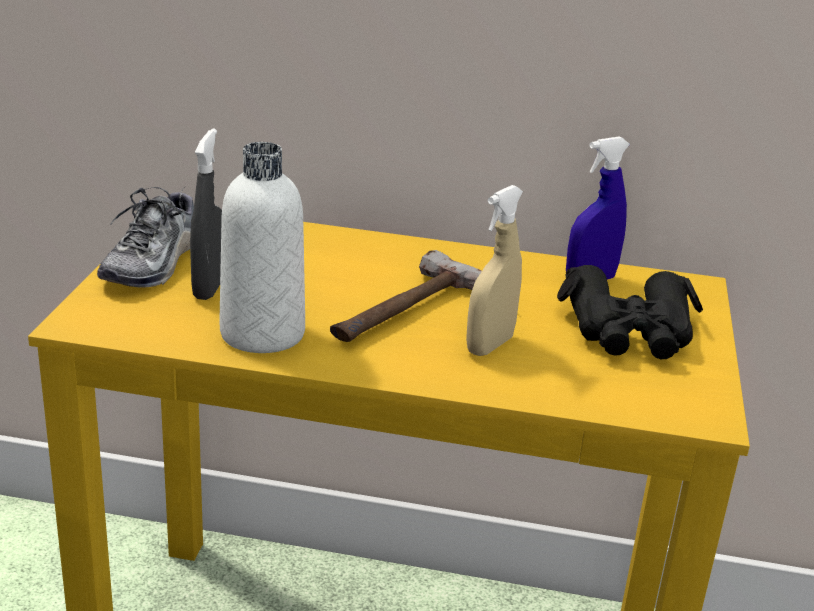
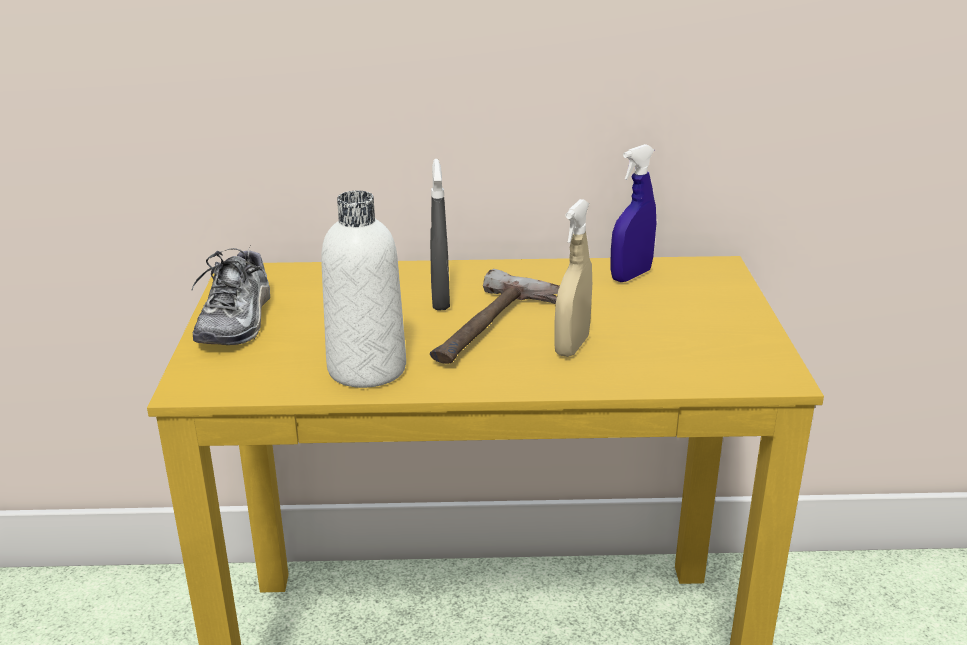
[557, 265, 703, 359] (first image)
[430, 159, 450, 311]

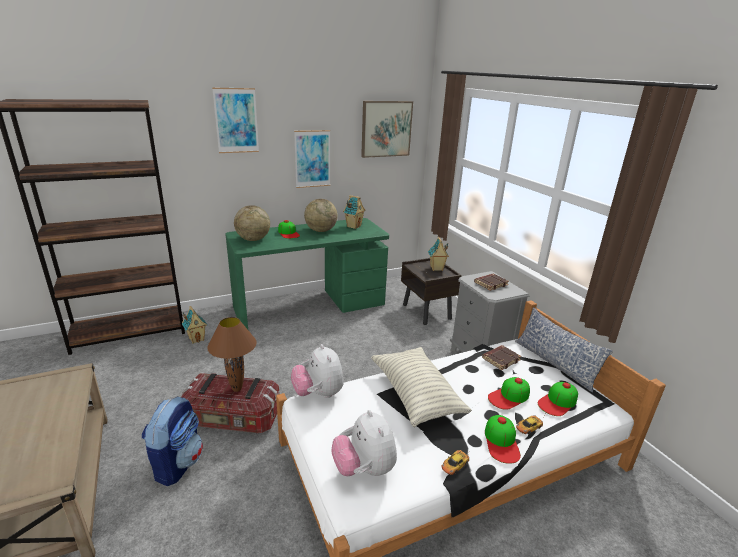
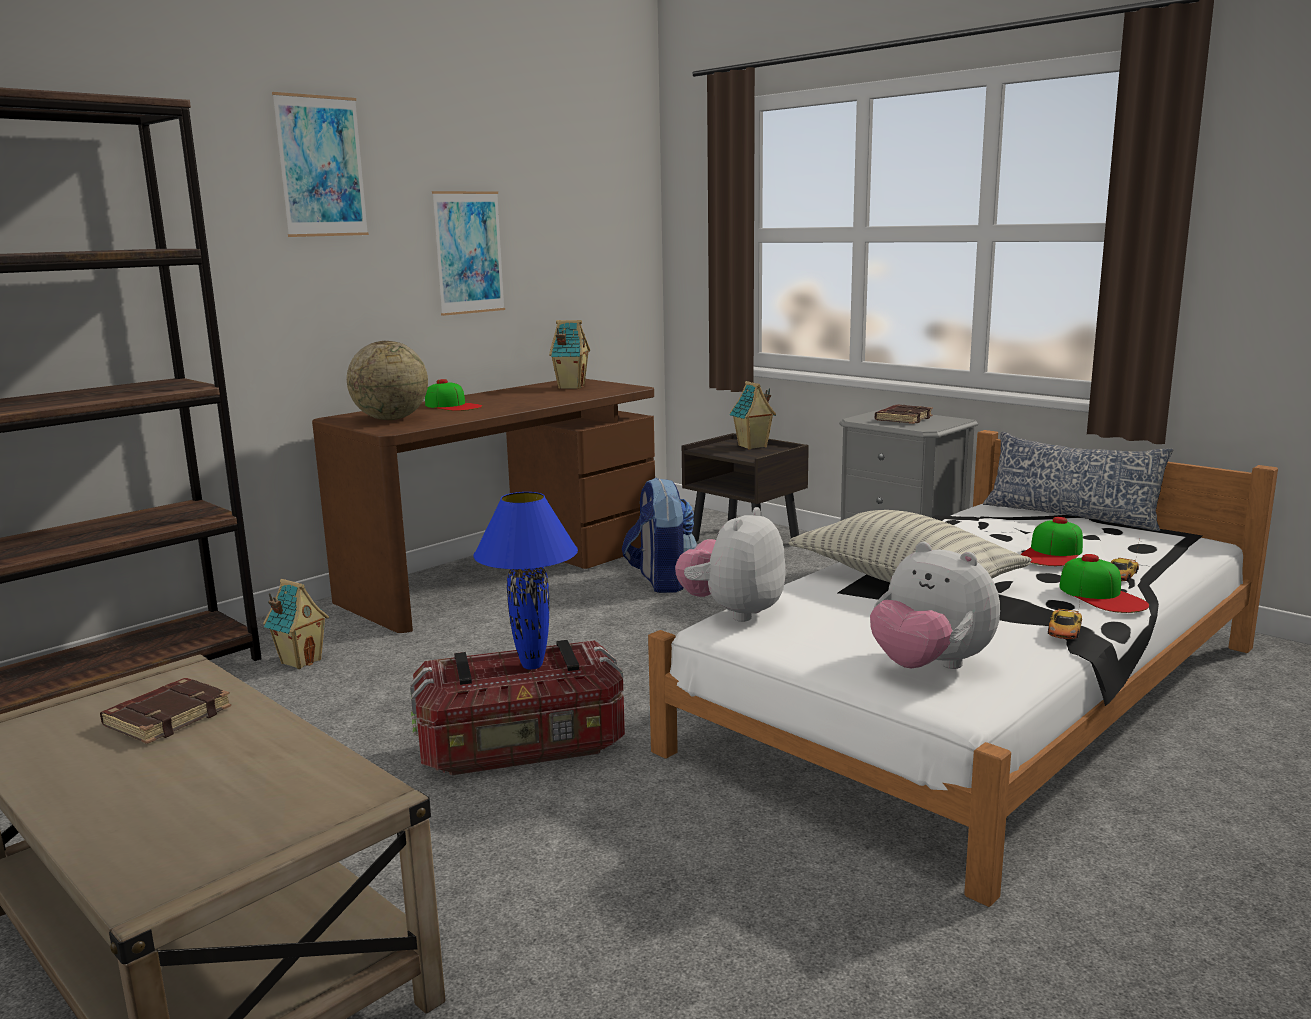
[304, 199, 337, 232] (first image)
[361, 101, 413, 158] (first image)
[538, 382, 578, 416] (first image)
[622, 477, 697, 593]
[100, 678, 231, 744]
[473, 492, 578, 669]
[312, 379, 655, 633]
[675, 507, 786, 622]

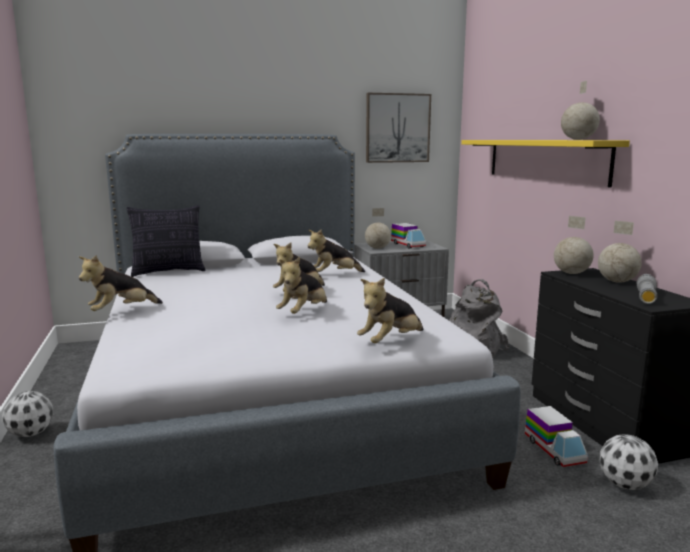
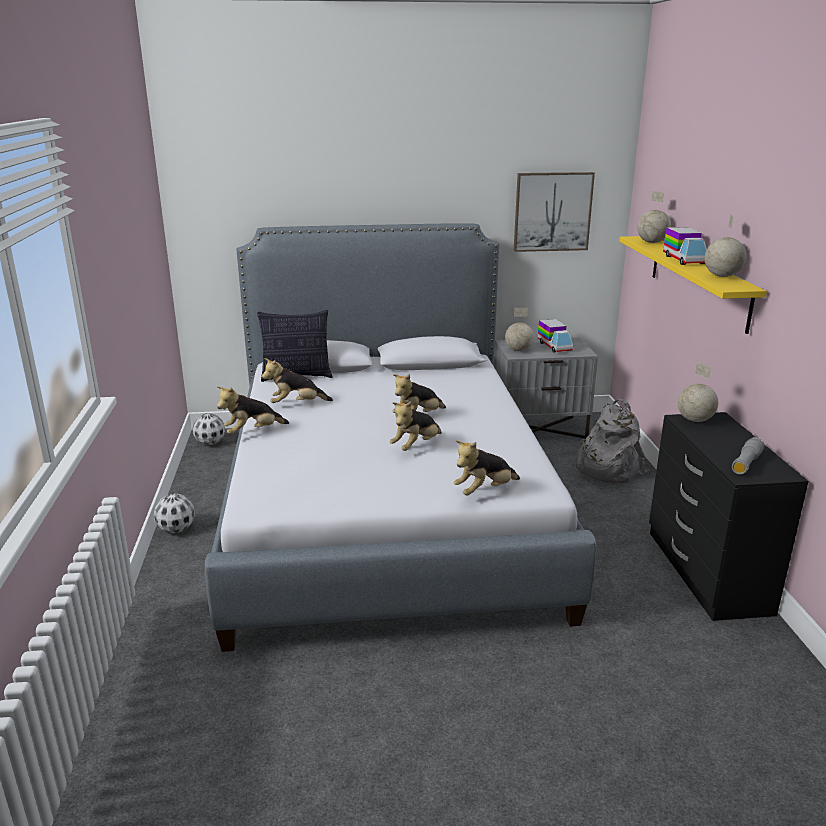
[262, 358, 333, 403]
[663, 227, 707, 265]
[637, 191, 671, 243]
[192, 413, 225, 445]

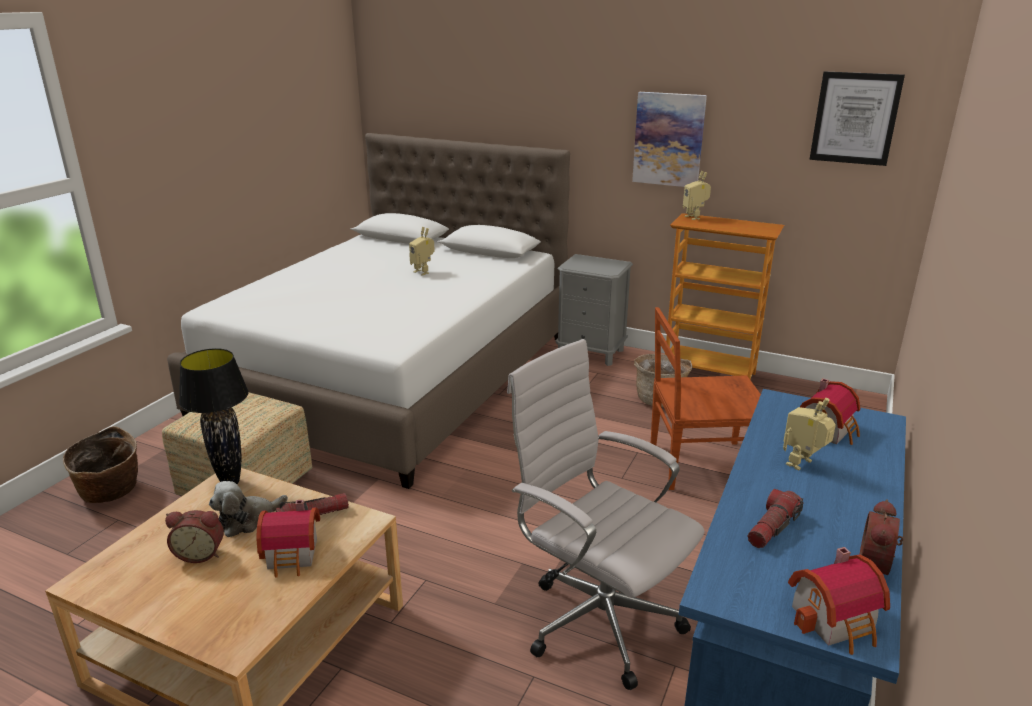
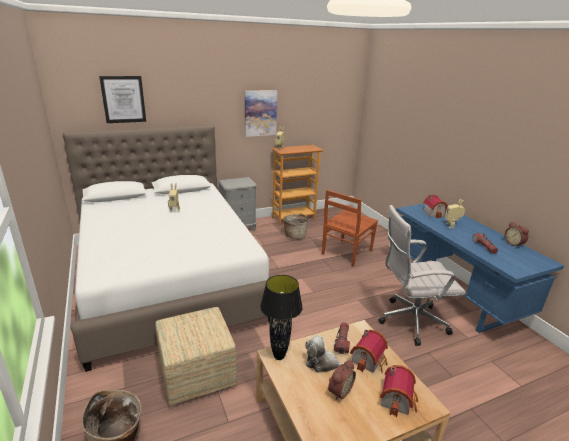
[380, 365, 418, 417]
[99, 76, 146, 123]
[305, 335, 344, 373]

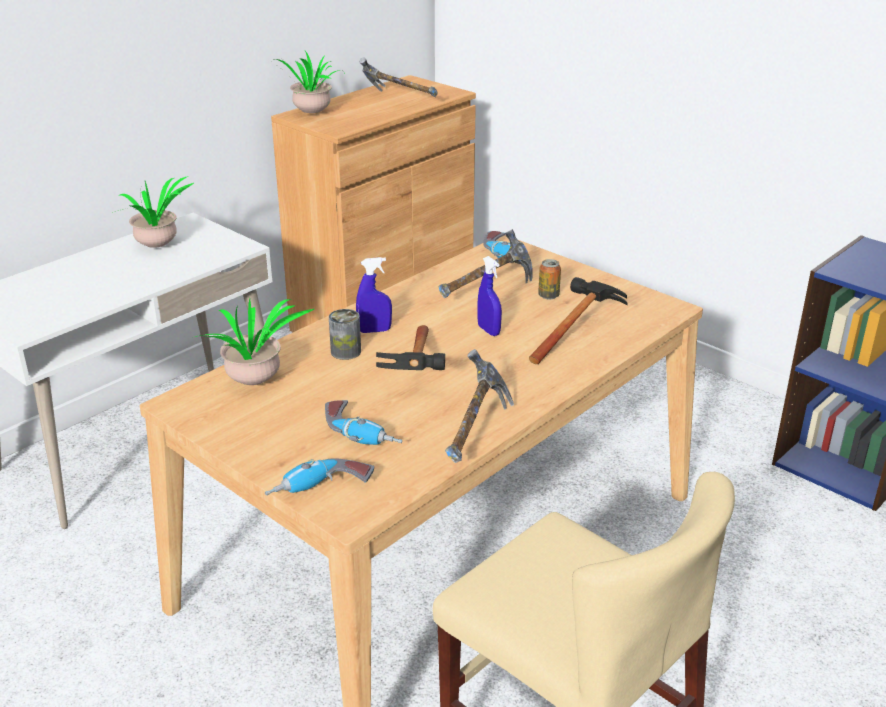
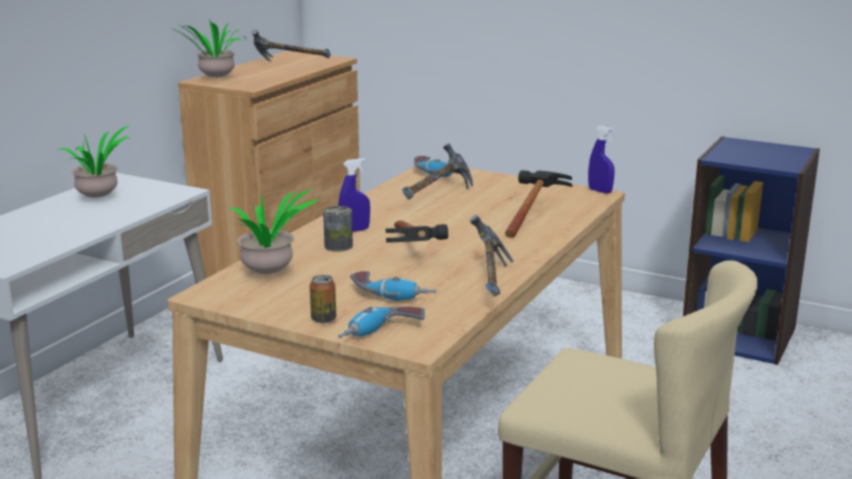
[588, 126, 615, 193]
[310, 275, 336, 323]

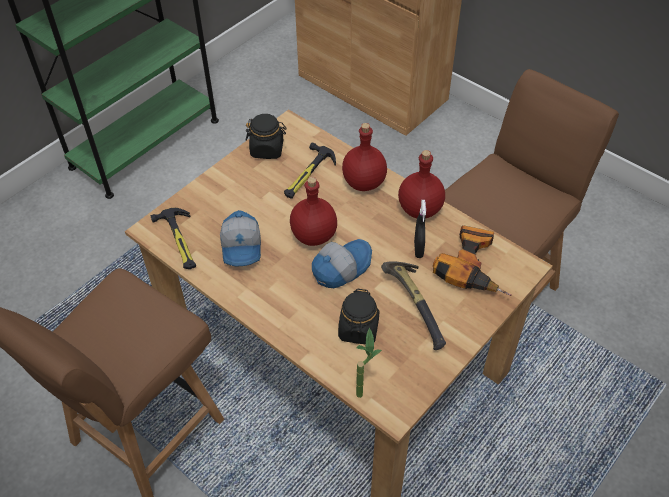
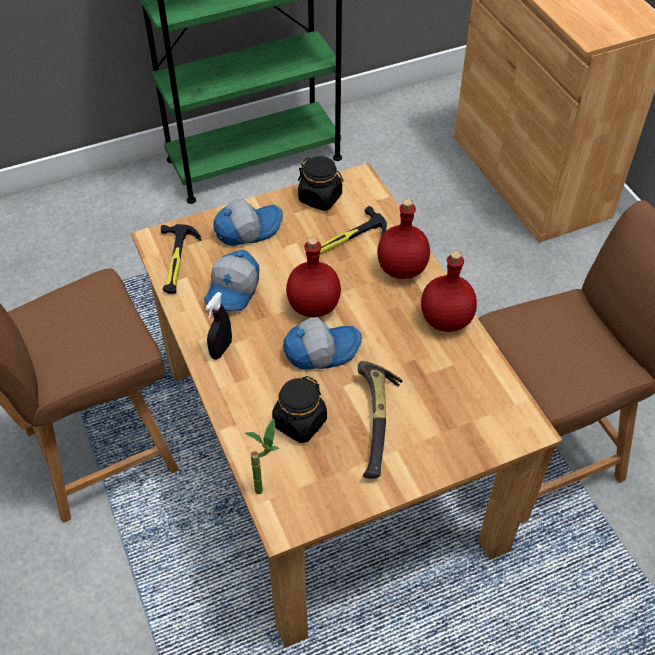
[433, 225, 512, 296] (first image)
[213, 199, 283, 246]
[205, 292, 232, 360]

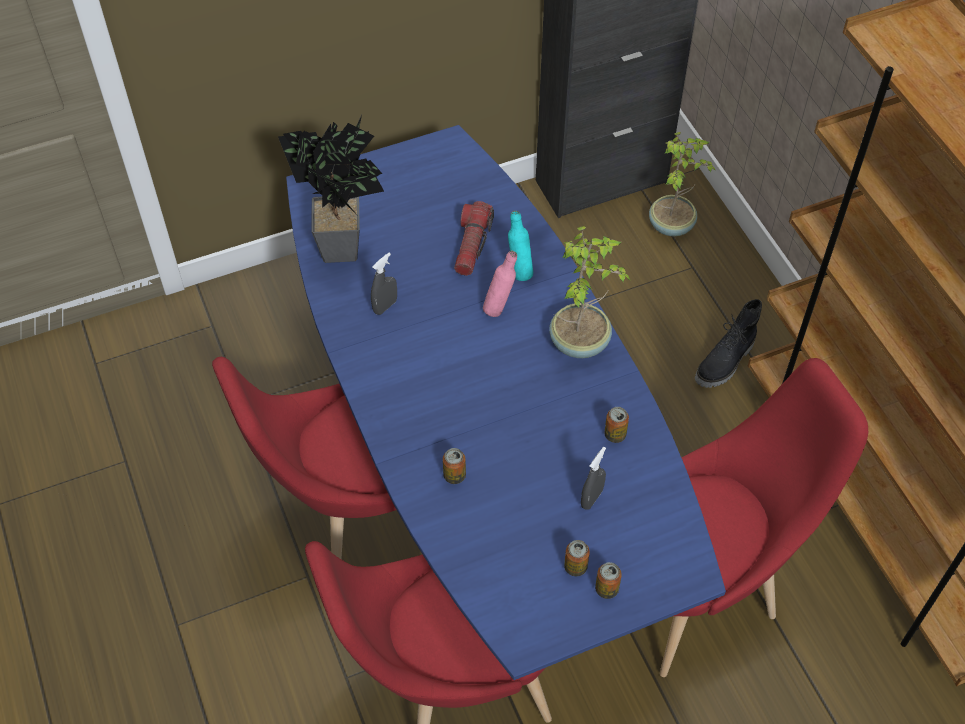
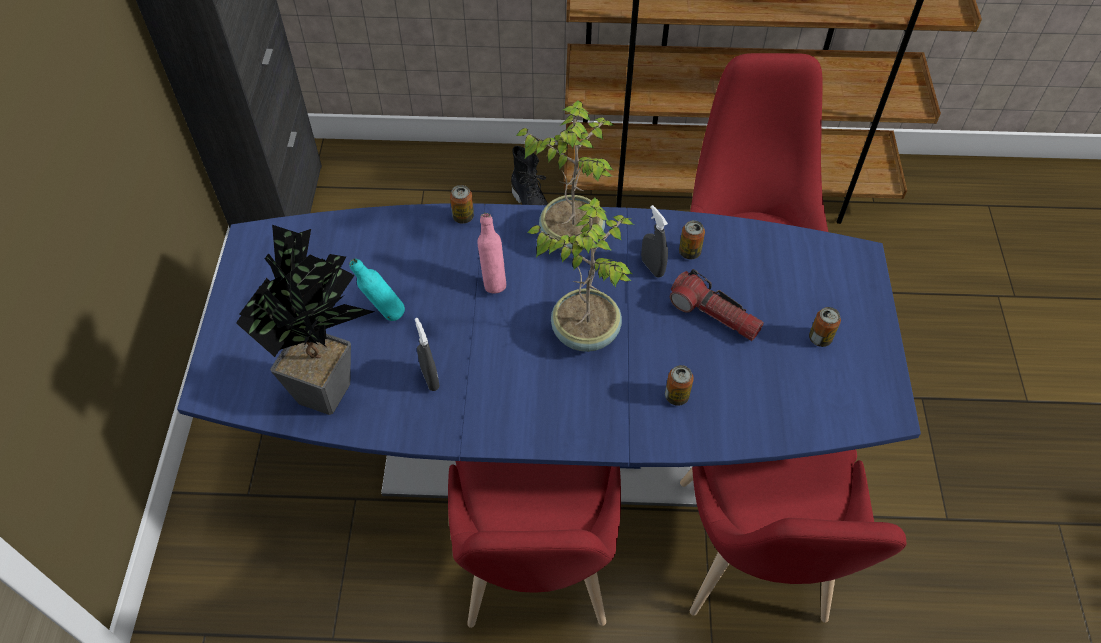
[670, 269, 764, 341]
[349, 258, 405, 321]
[641, 205, 668, 277]
[450, 185, 474, 224]
[527, 197, 634, 352]

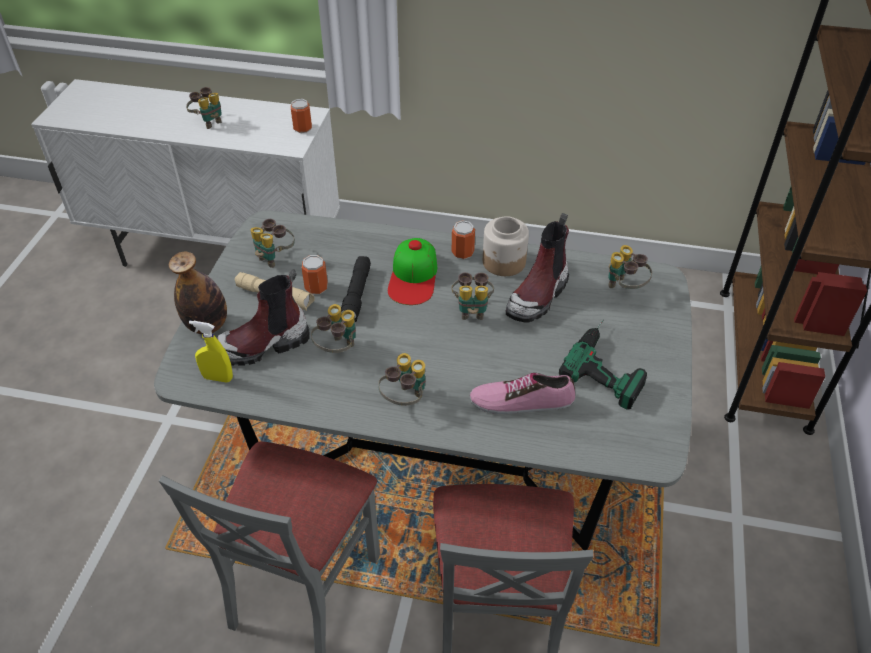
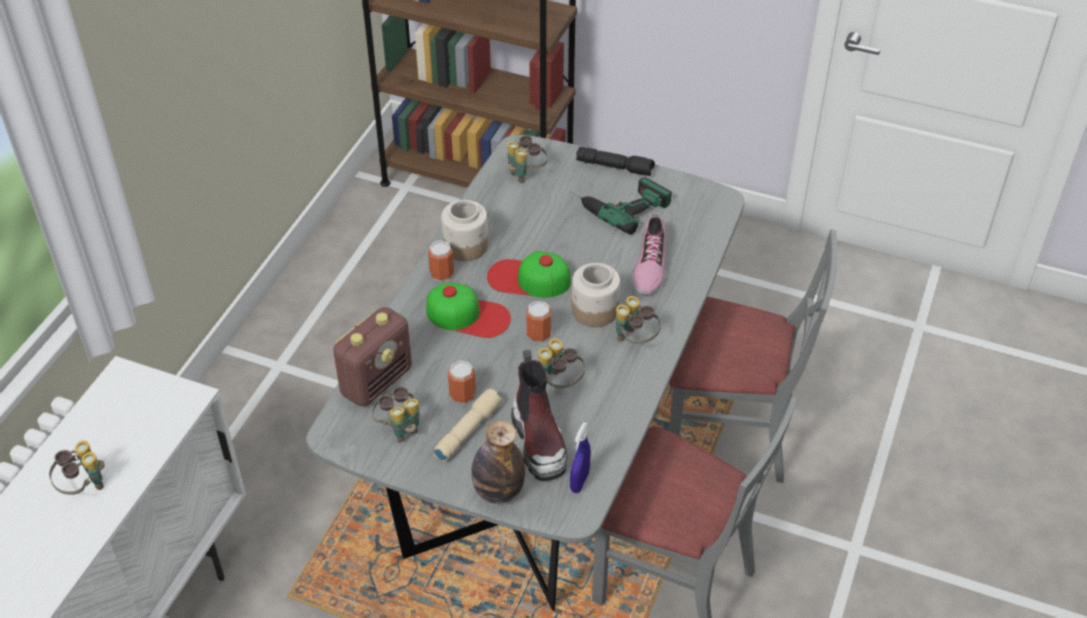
[505, 213, 569, 323] (first image)
[333, 307, 412, 407]
[572, 263, 620, 327]
[527, 301, 551, 342]
[576, 147, 655, 176]
[487, 251, 571, 298]
[570, 422, 591, 493]

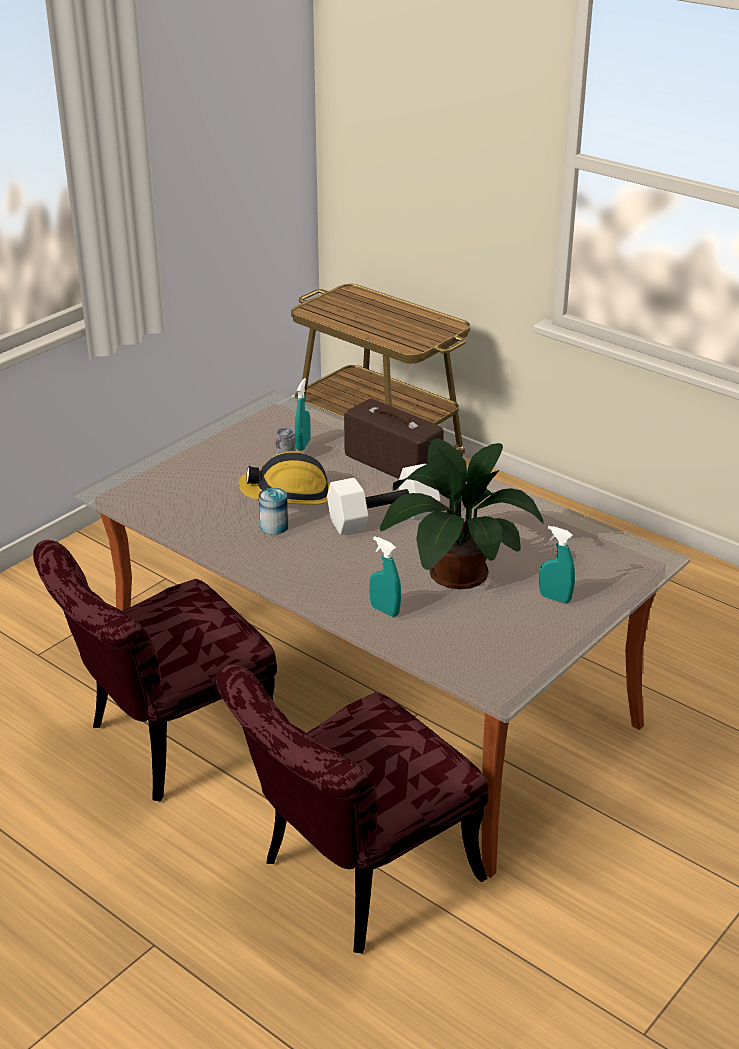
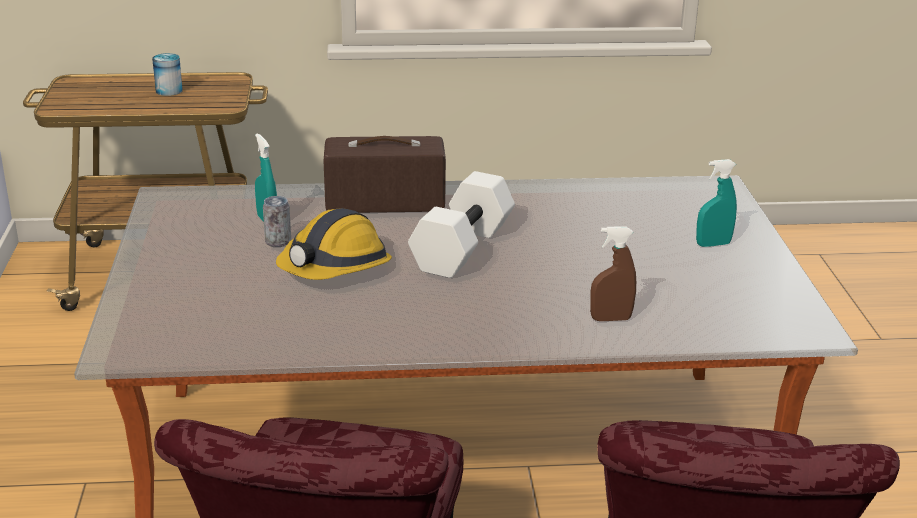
[380, 438, 543, 589] (first image)
[152, 53, 183, 96]
[590, 226, 636, 321]

